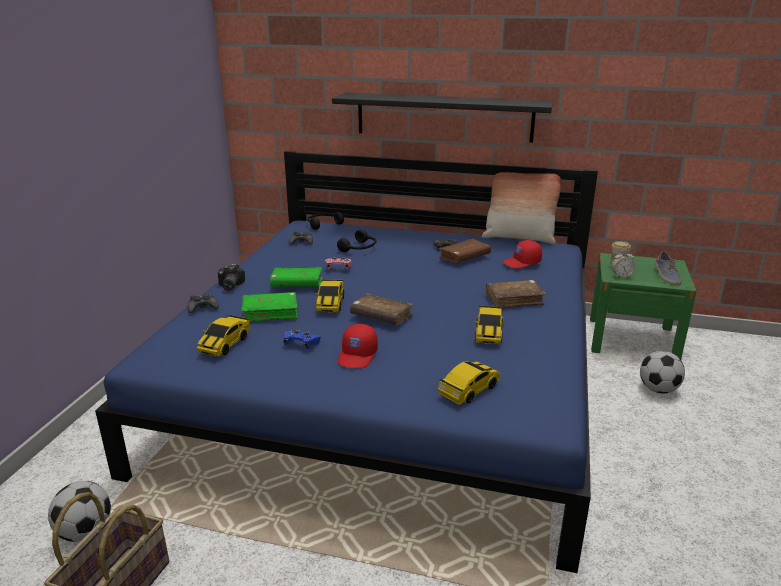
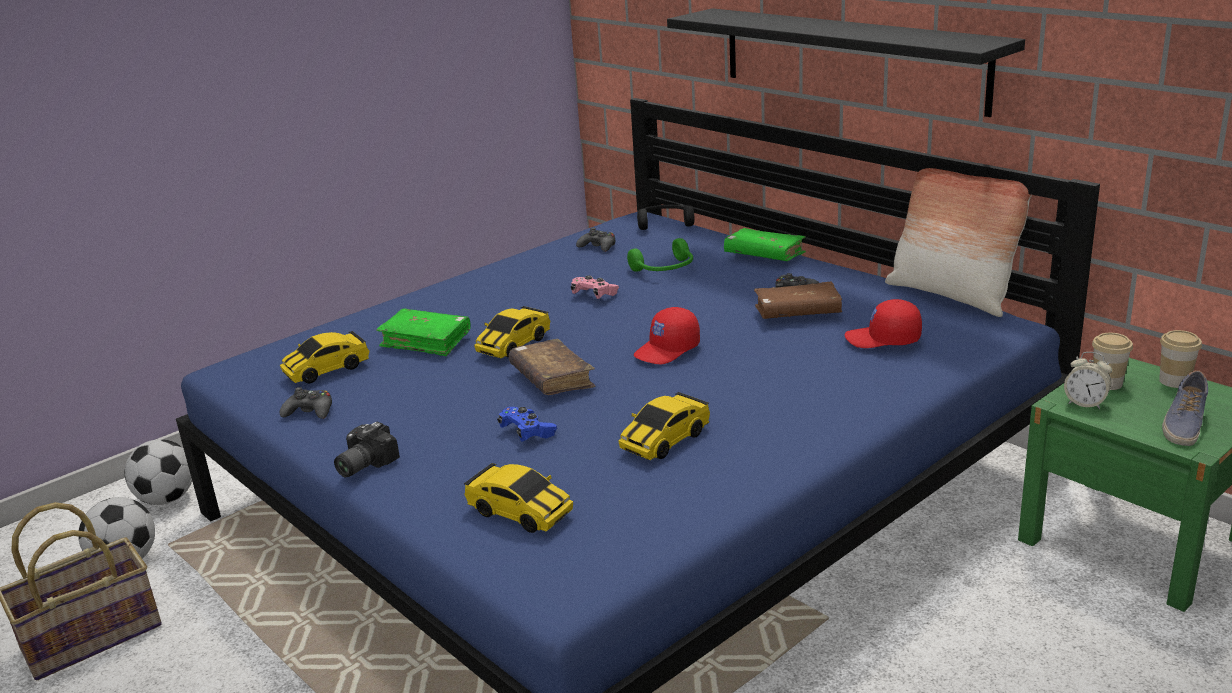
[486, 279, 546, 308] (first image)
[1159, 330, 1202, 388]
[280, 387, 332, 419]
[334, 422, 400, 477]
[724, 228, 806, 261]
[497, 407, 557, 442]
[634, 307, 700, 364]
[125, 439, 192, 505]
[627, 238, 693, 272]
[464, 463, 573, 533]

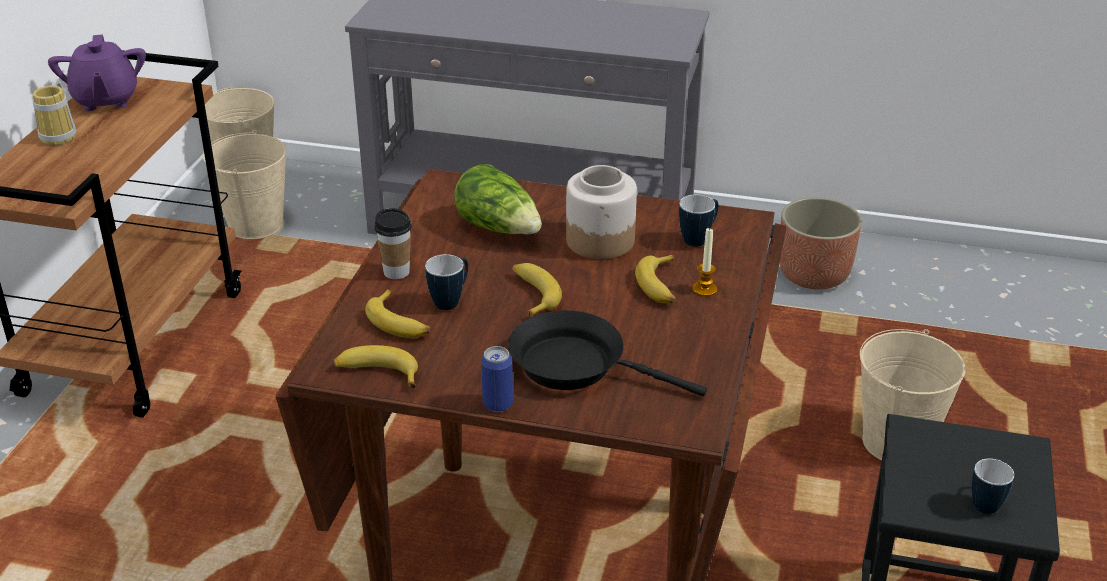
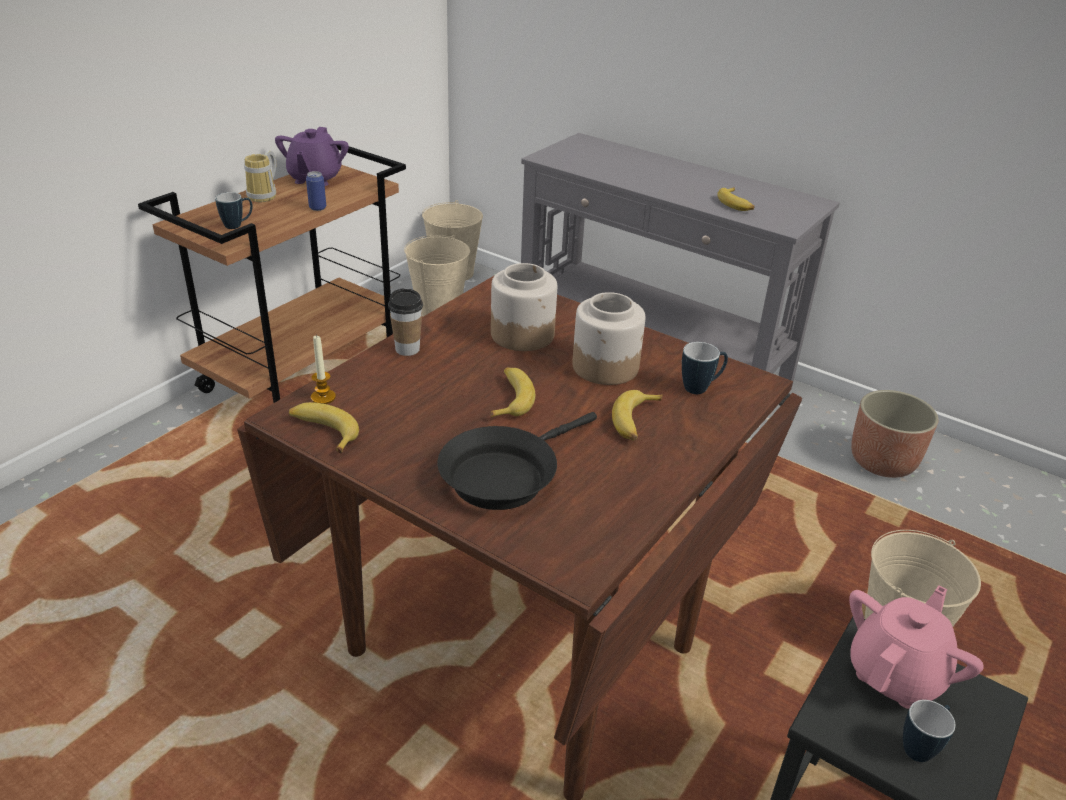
[849, 585, 984, 709]
[717, 187, 755, 211]
[215, 192, 253, 229]
[306, 171, 326, 211]
[311, 335, 336, 404]
[491, 263, 557, 351]
[437, 412, 597, 510]

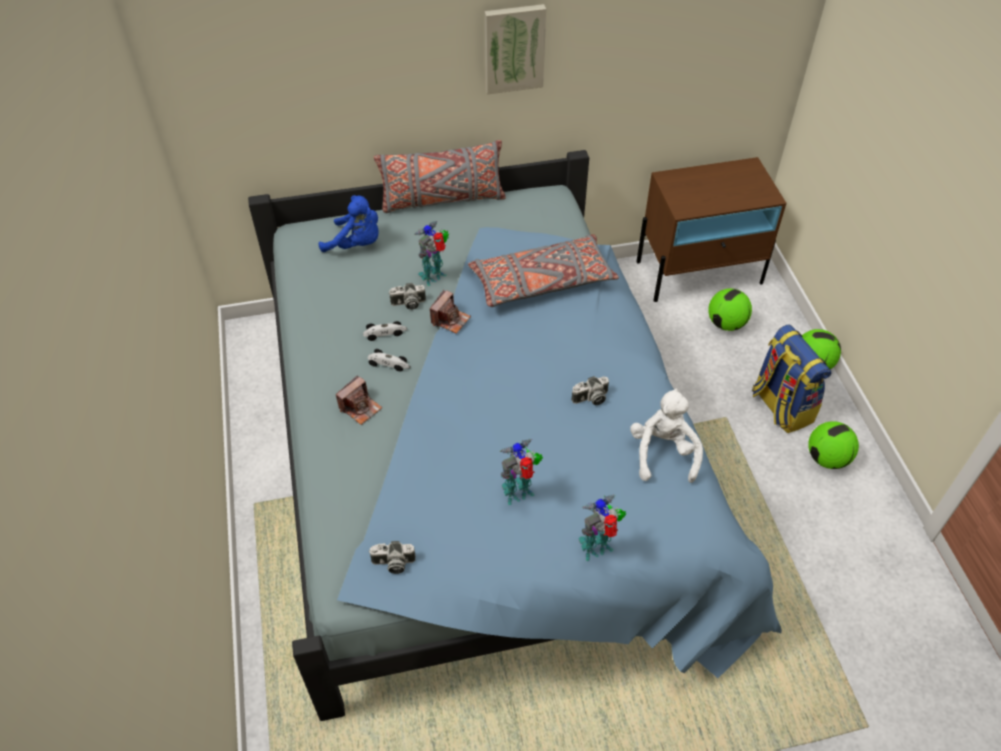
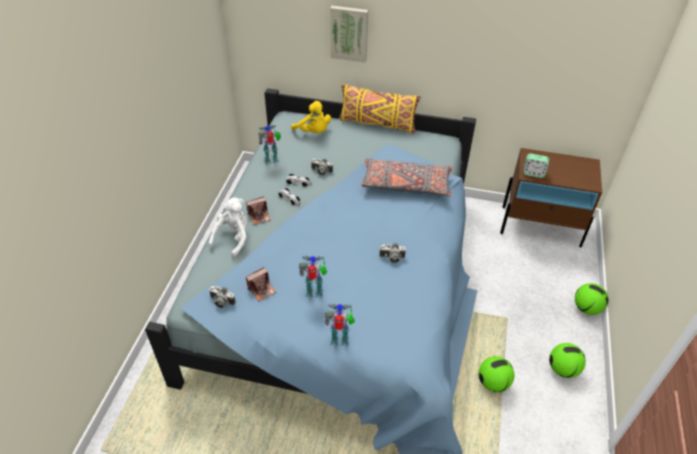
[752, 325, 831, 433] (first image)
[523, 154, 549, 178]
[258, 125, 281, 165]
[246, 267, 276, 301]
[330, 6, 368, 63]
[209, 198, 248, 257]
[479, 356, 514, 392]
[291, 101, 331, 133]
[339, 84, 421, 134]

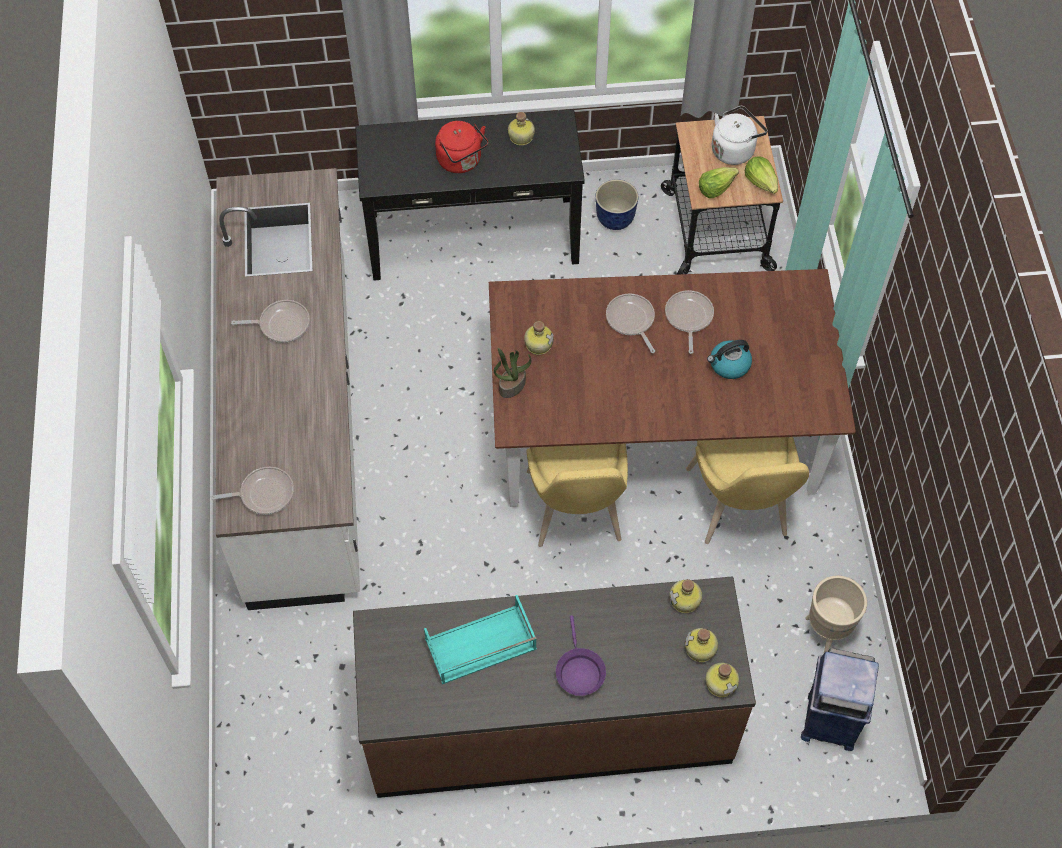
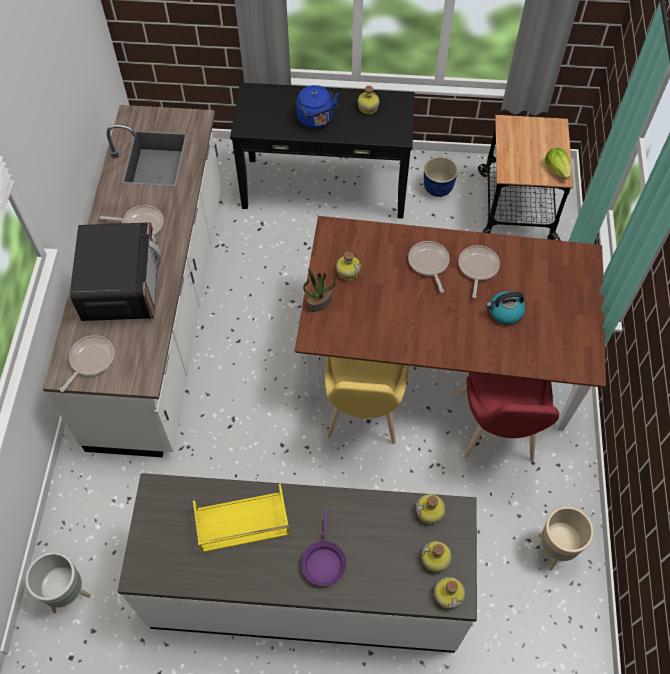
[699, 167, 739, 198] (first image)
[712, 106, 768, 165] (first image)
[801, 648, 879, 751] (first image)
[25, 552, 91, 613]
[70, 222, 161, 321]
[117, 473, 477, 653]
[193, 484, 290, 553]
[296, 85, 339, 129]
[459, 372, 559, 462]
[60, 335, 115, 392]

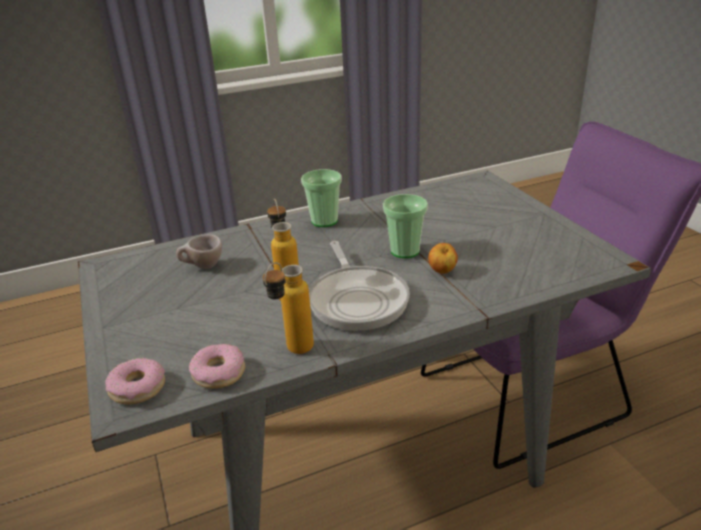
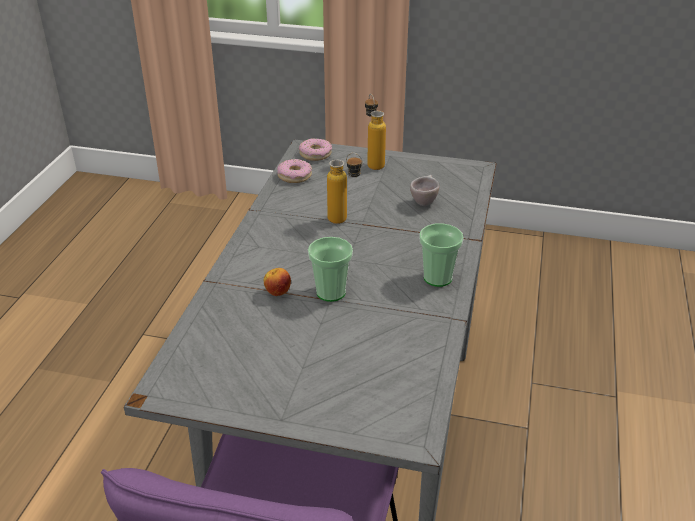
[309, 241, 410, 331] (first image)
[365, 94, 386, 170]

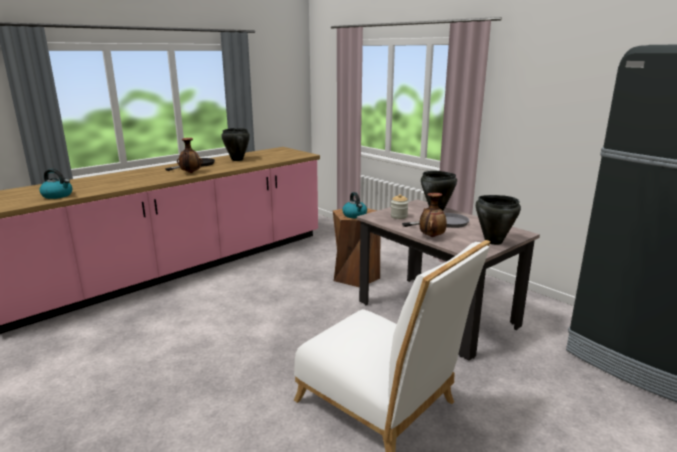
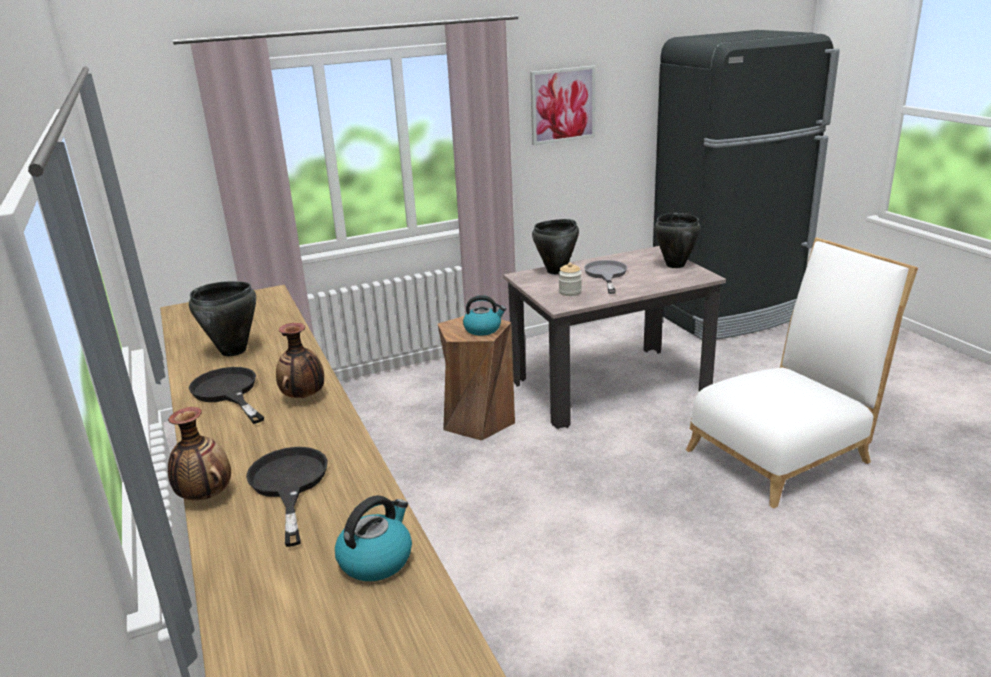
[246, 447, 328, 547]
[530, 66, 595, 145]
[168, 407, 231, 500]

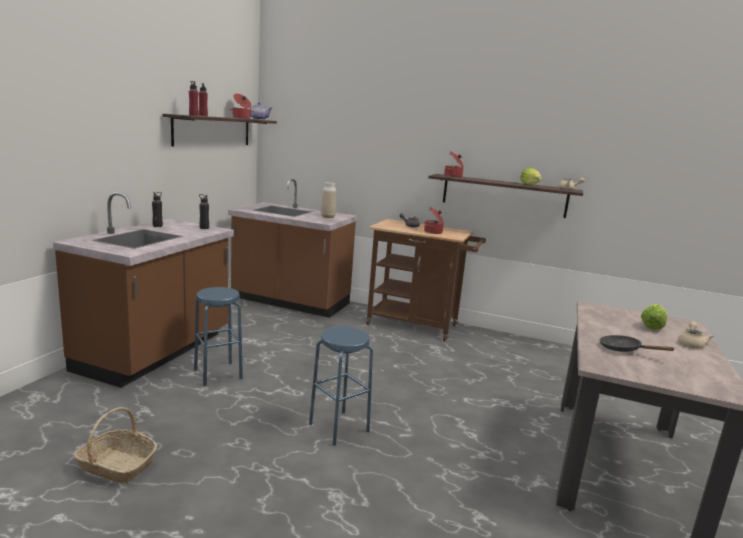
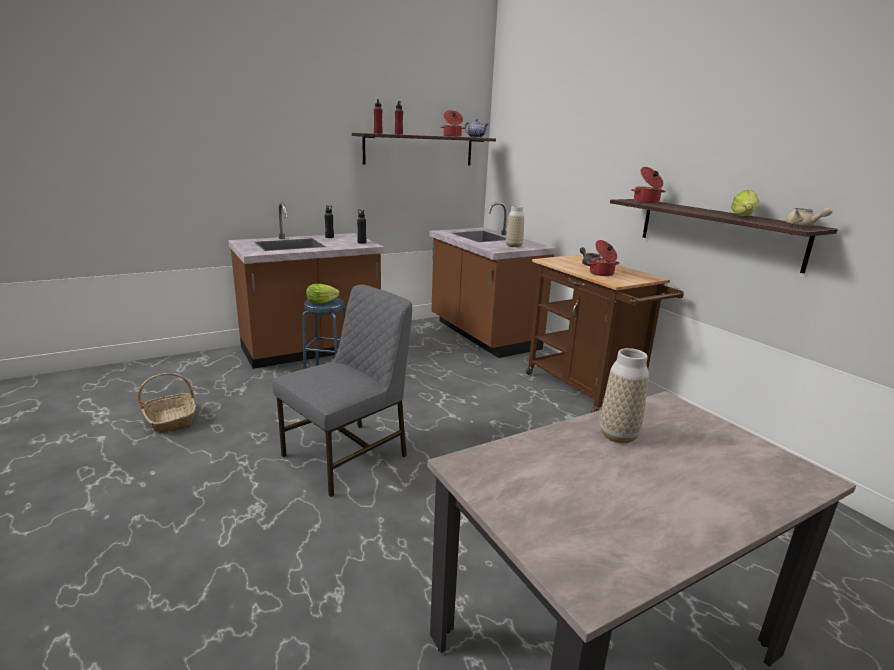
[599, 335, 675, 352] (first image)
[678, 321, 714, 349] (first image)
[600, 348, 649, 443]
[306, 284, 340, 304]
[272, 285, 412, 497]

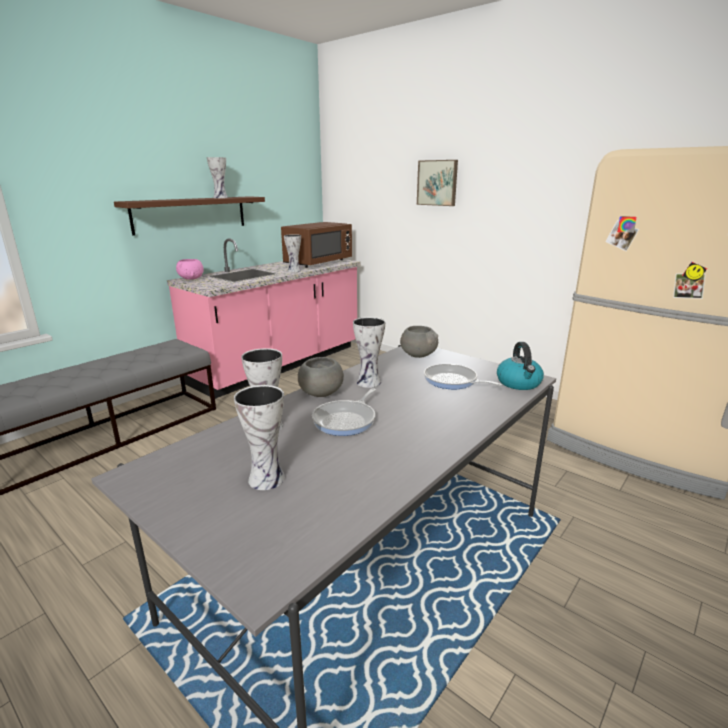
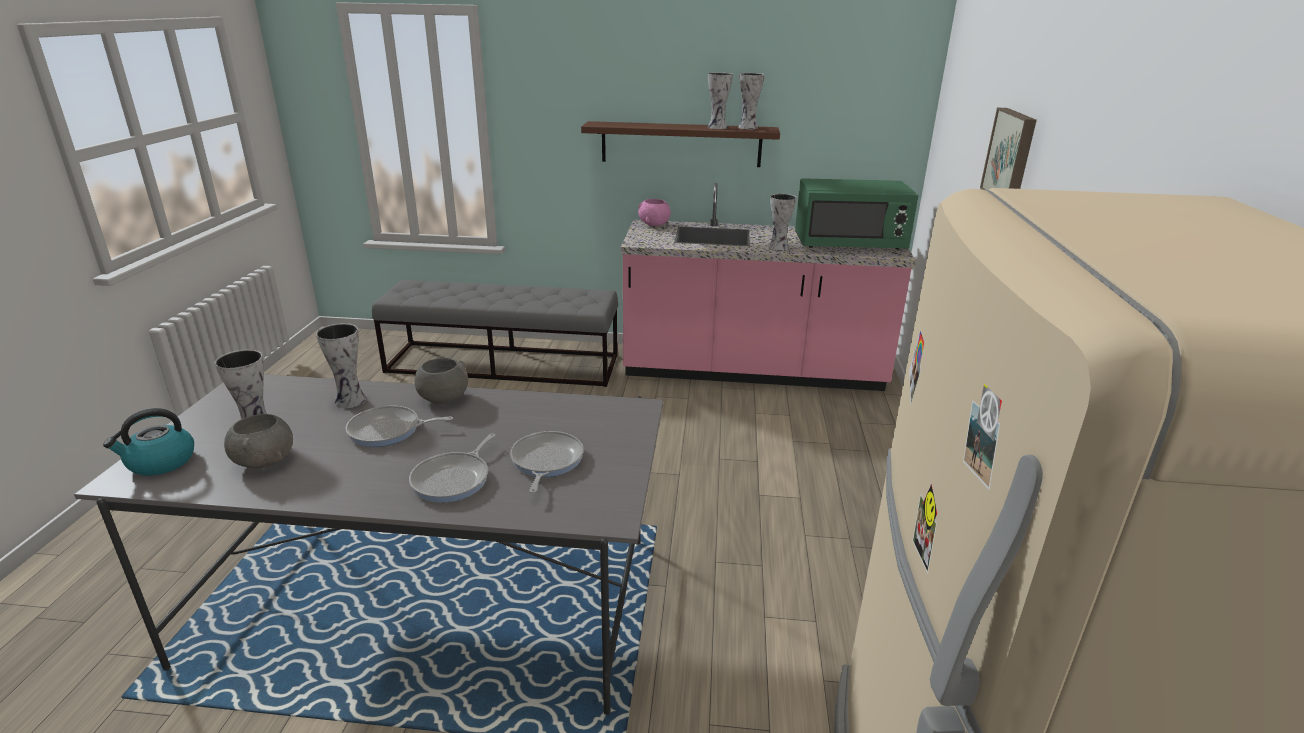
[409, 433, 495, 503]
[738, 73, 765, 129]
[224, 414, 293, 468]
[103, 408, 194, 476]
[795, 178, 919, 250]

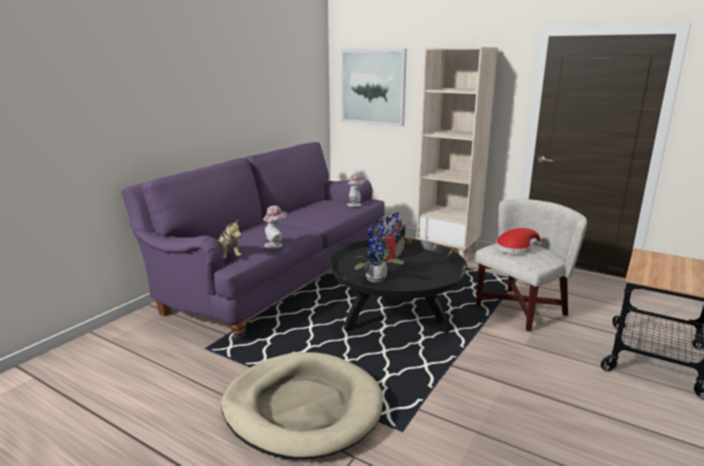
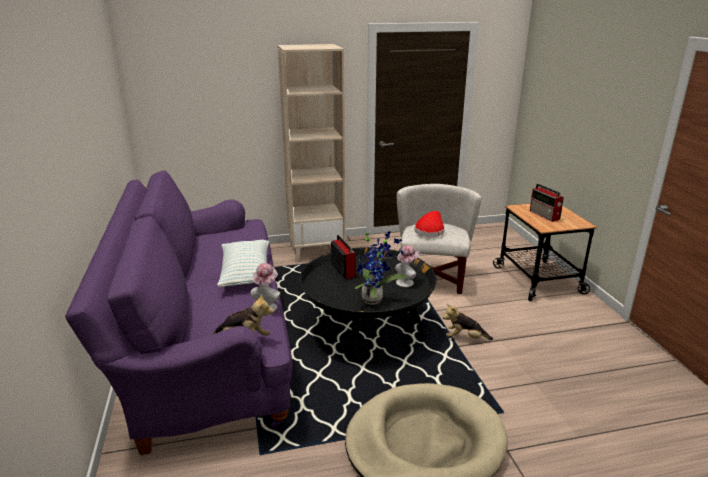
[341, 49, 407, 126] (first image)
[217, 240, 272, 287]
[443, 304, 493, 340]
[530, 184, 564, 222]
[395, 245, 420, 287]

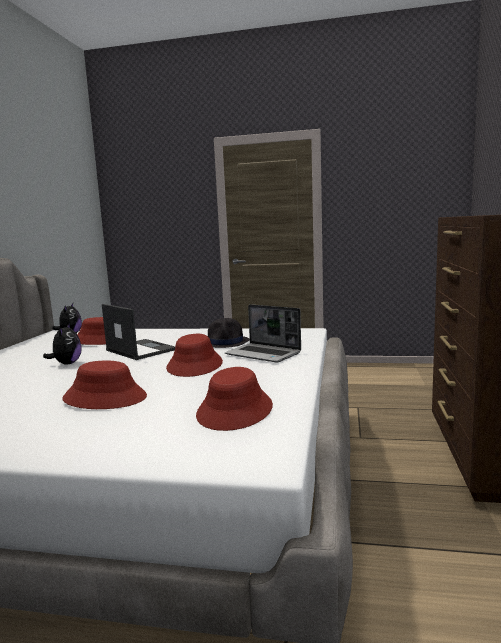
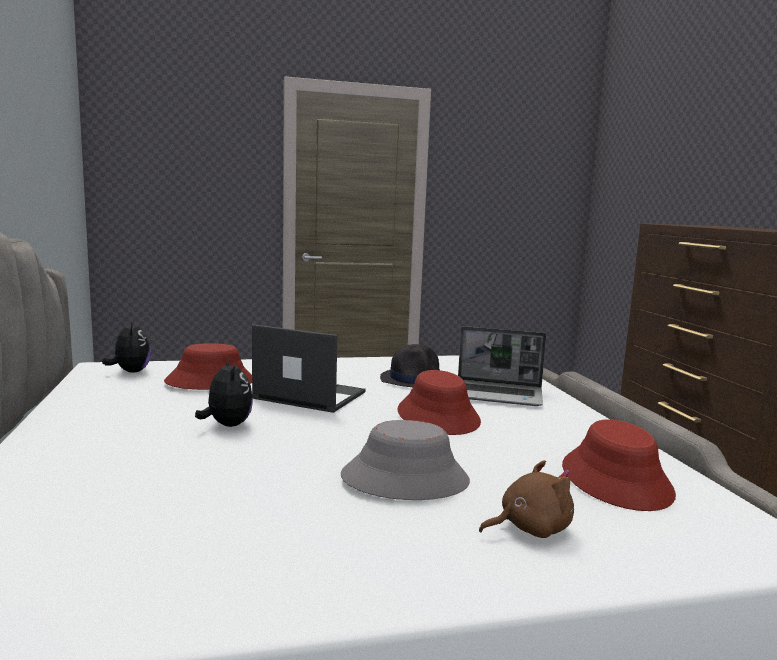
[479, 460, 574, 538]
[341, 420, 470, 500]

